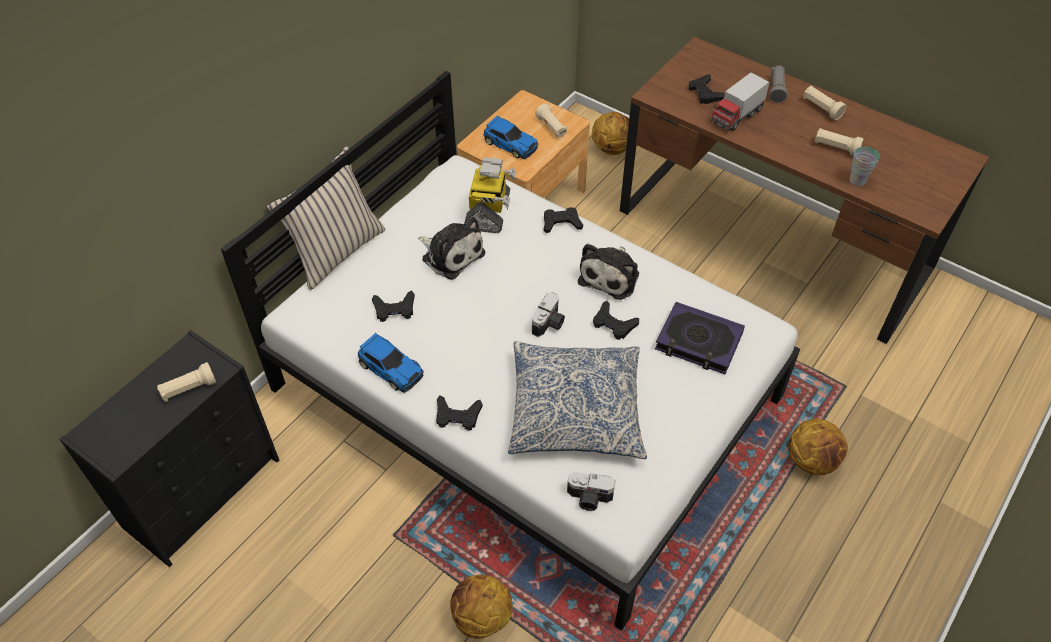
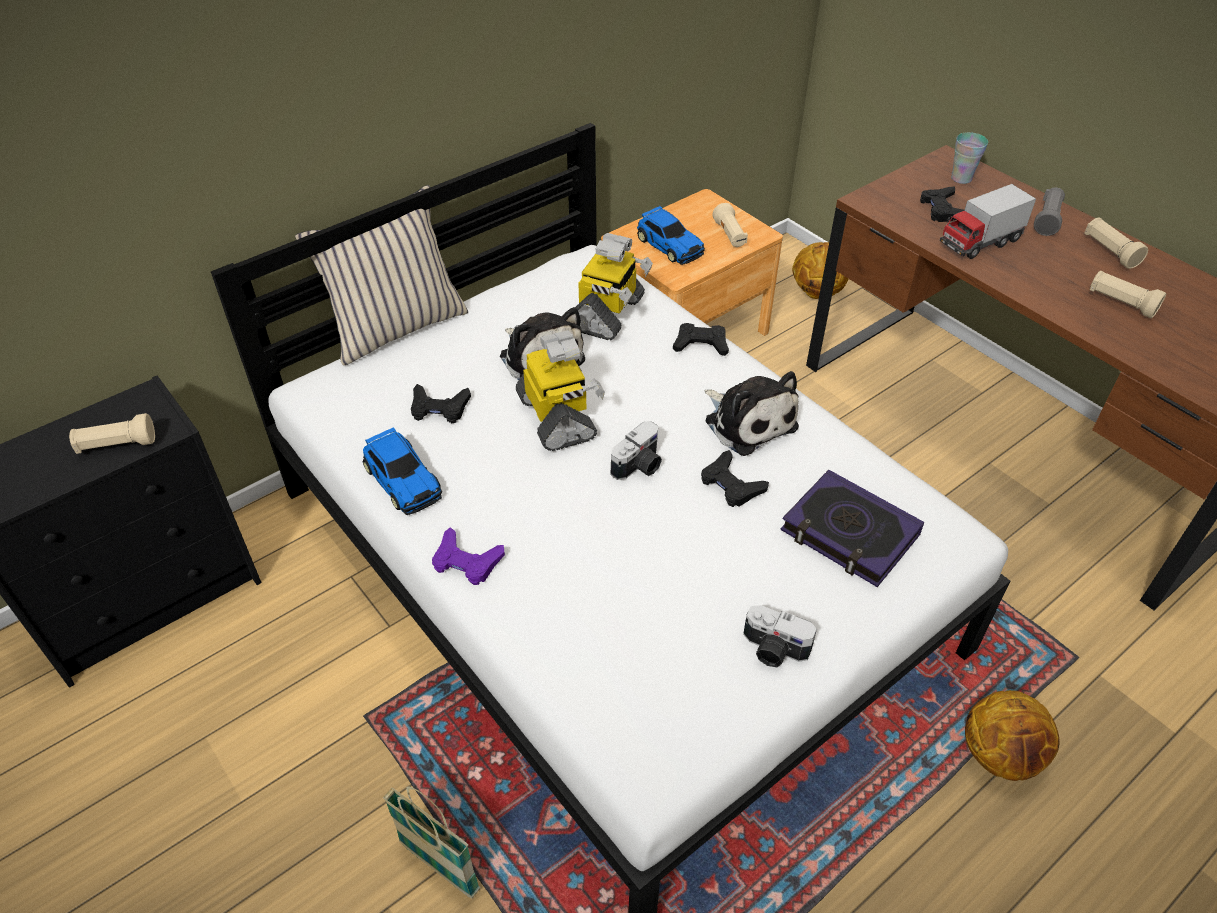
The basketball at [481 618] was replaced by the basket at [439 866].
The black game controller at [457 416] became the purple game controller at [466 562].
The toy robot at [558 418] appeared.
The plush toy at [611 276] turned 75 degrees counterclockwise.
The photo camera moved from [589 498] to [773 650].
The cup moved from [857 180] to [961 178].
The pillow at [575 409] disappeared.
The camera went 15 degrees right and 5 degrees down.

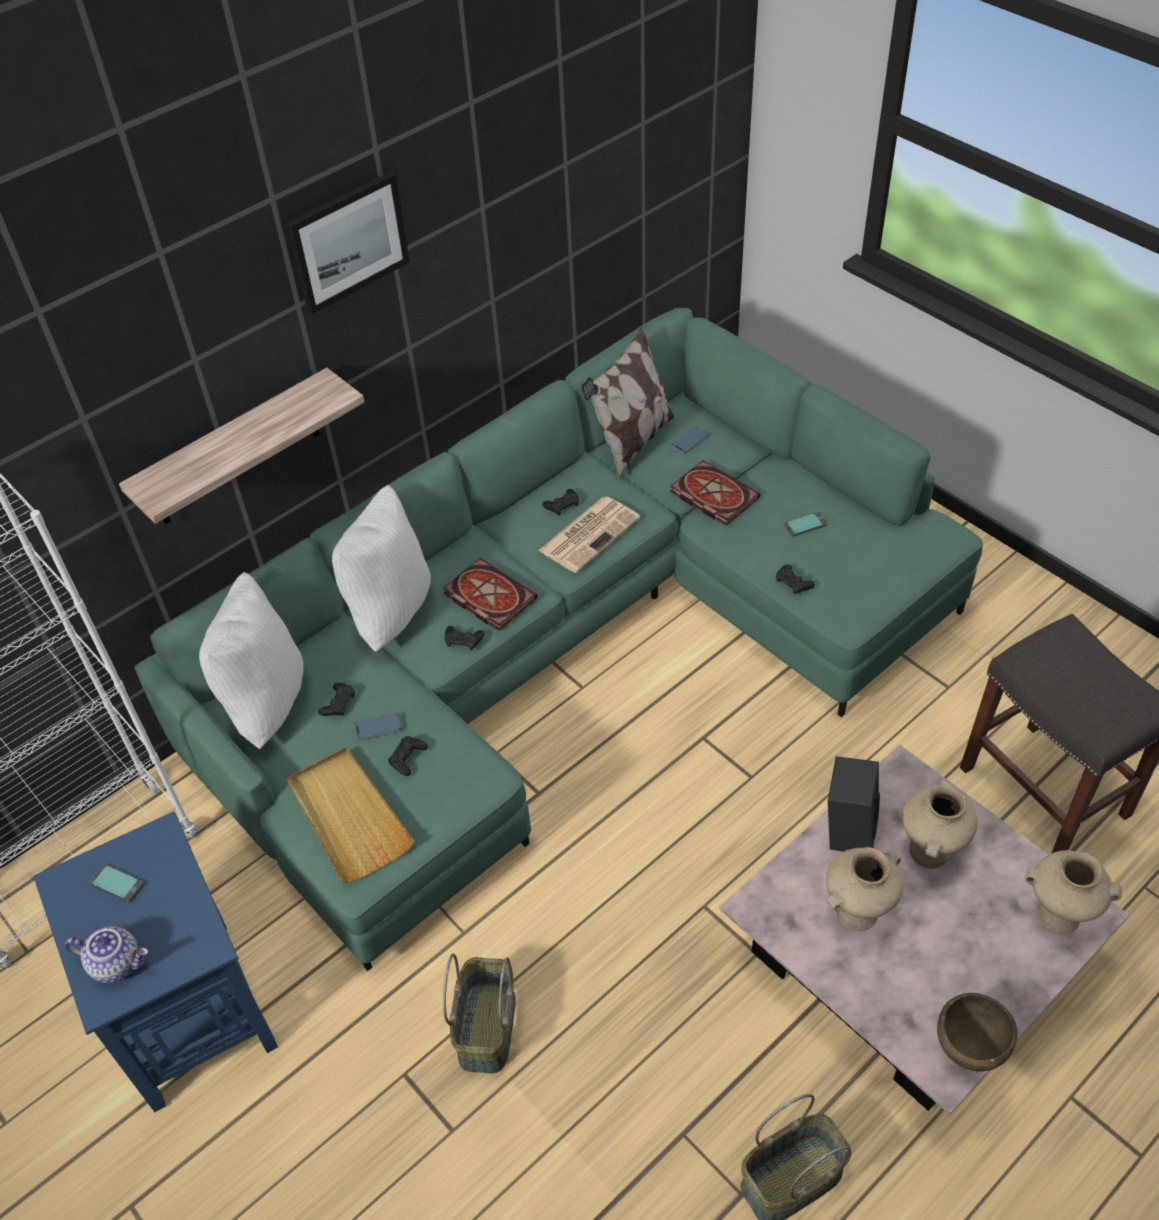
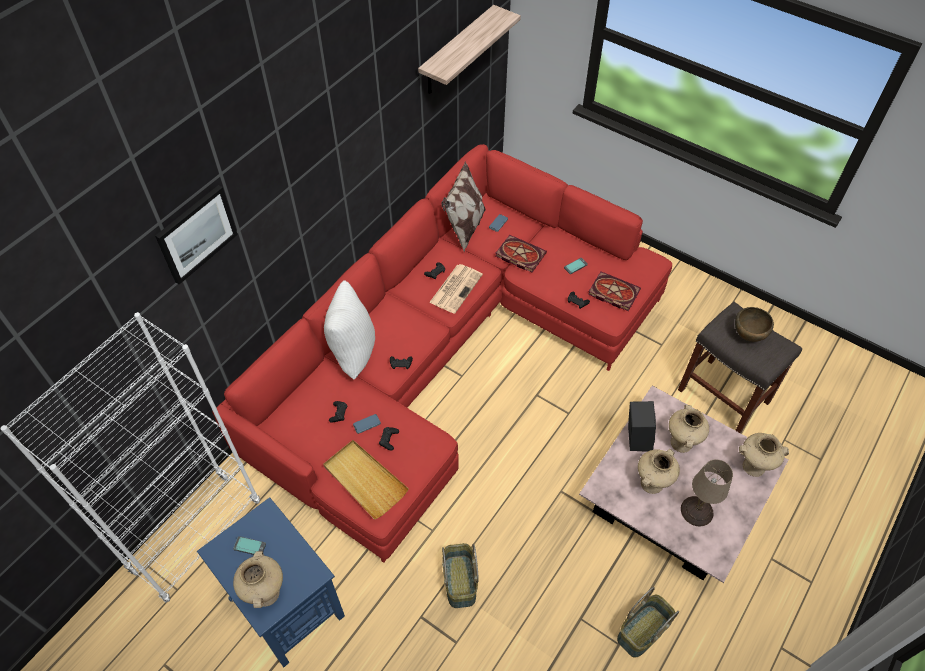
The picture moved from [348 241] to [196 233].
The green sofa at [571 645] became the red sofa at [449 352].
The teapot at [117 963] was replaced by the beige vase at [265 592].
The shelf moved from [235 450] to [457 51].
The book moved from [487 596] to [612 292].
The beige table lamp at [696 510] appeared.
The brown bowl moved from [969 1049] to [748 336].
The white pillow at [265 702] disappeared.
The camera went 15 degrees left and 5 degrees up.

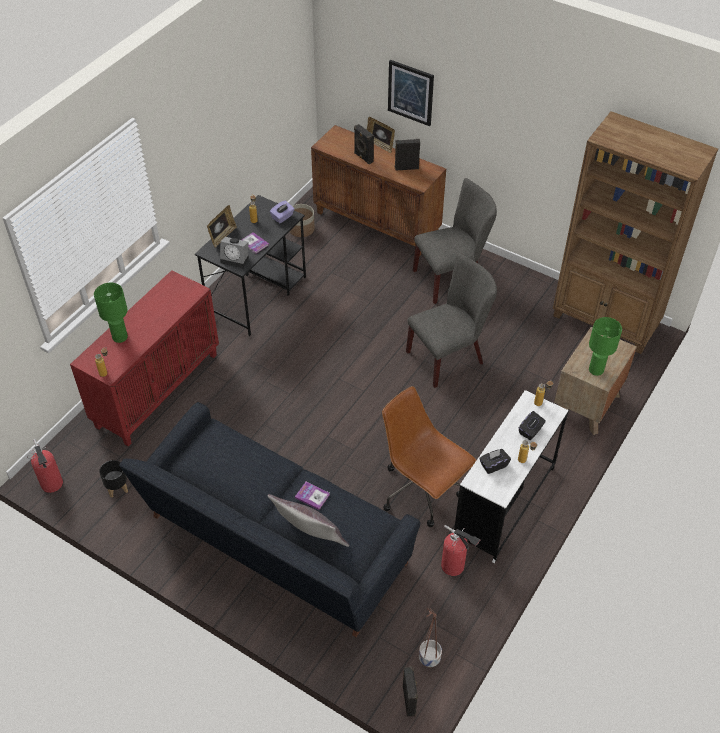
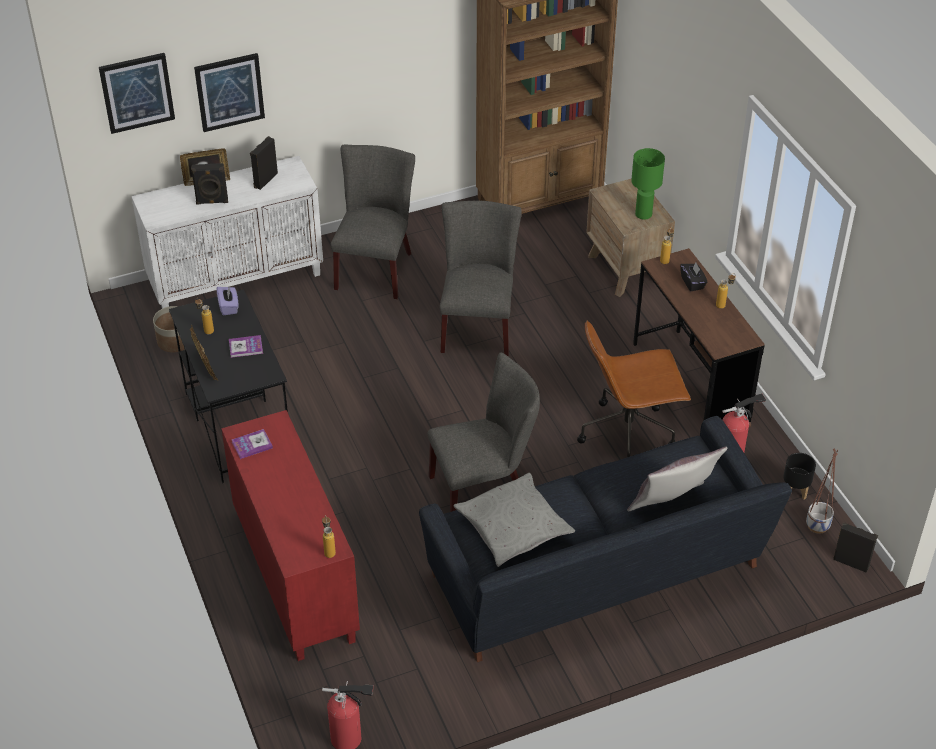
The picture at [137 92] appeared.
The brown cabinet at [377 224] became the white cabinet at [237 279].
The book moved from [312 496] to [252 445].
The grey chair at [485 491] appeared.
The grey pillow at [513 527] appeared.
The white desk at [504 504] became the brown desk at [690 384].
The black planter moved from [117 487] to [794 489].
The green table lamp at [119 337] disappeared.
The alarm clock at [236 259] disappeared.
The black tissue box at [493 465] disappeared.
The camera went 55 degrees left and 5 degrees down.

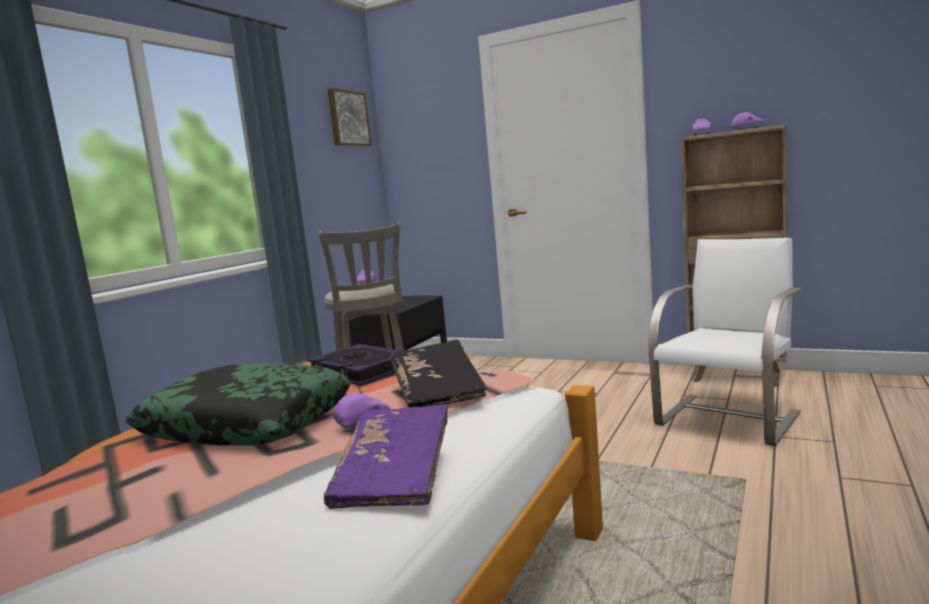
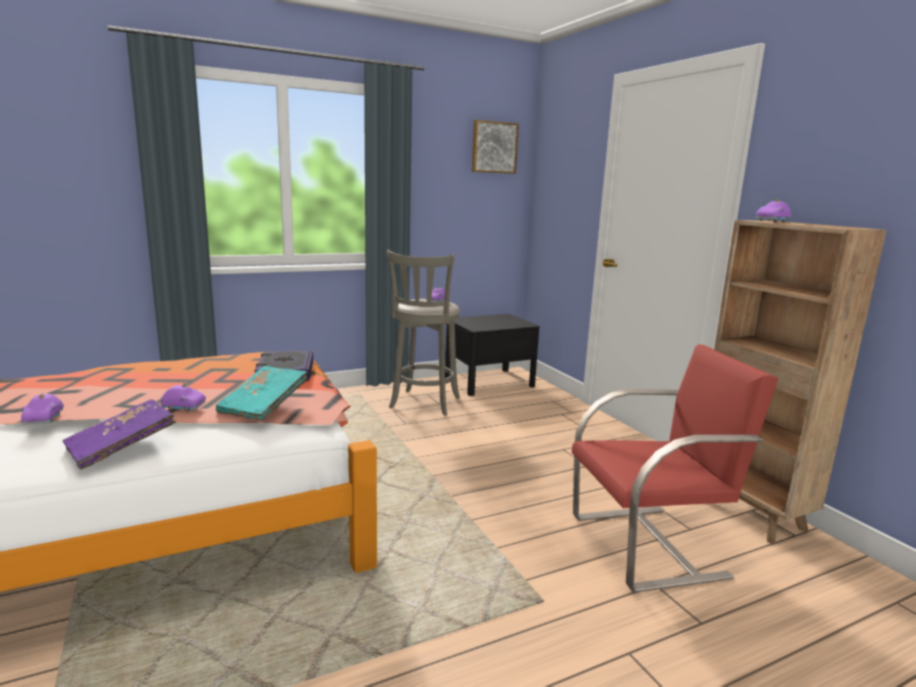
The purple toy car moved from [747 129] to [45 419].
The black book at [438 392] became the turquoise book at [264 405].
The white chair at [729 418] became the red chair at [650 545].
The pillow at [246 423] disappeared.
The camera went 35 degrees right and 5 degrees up.

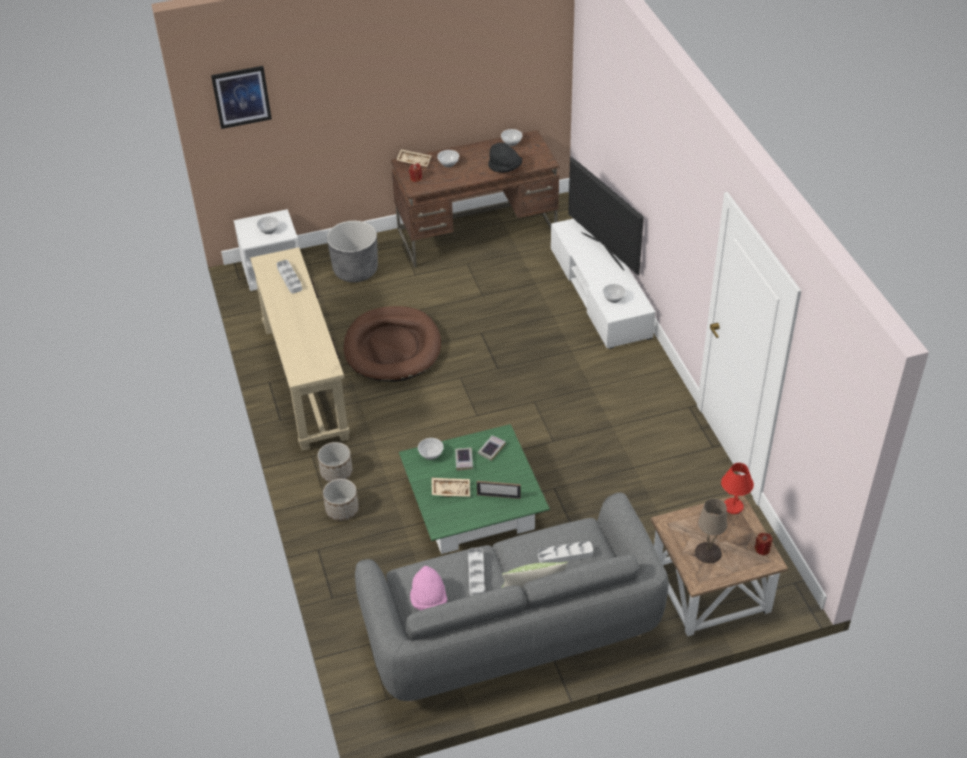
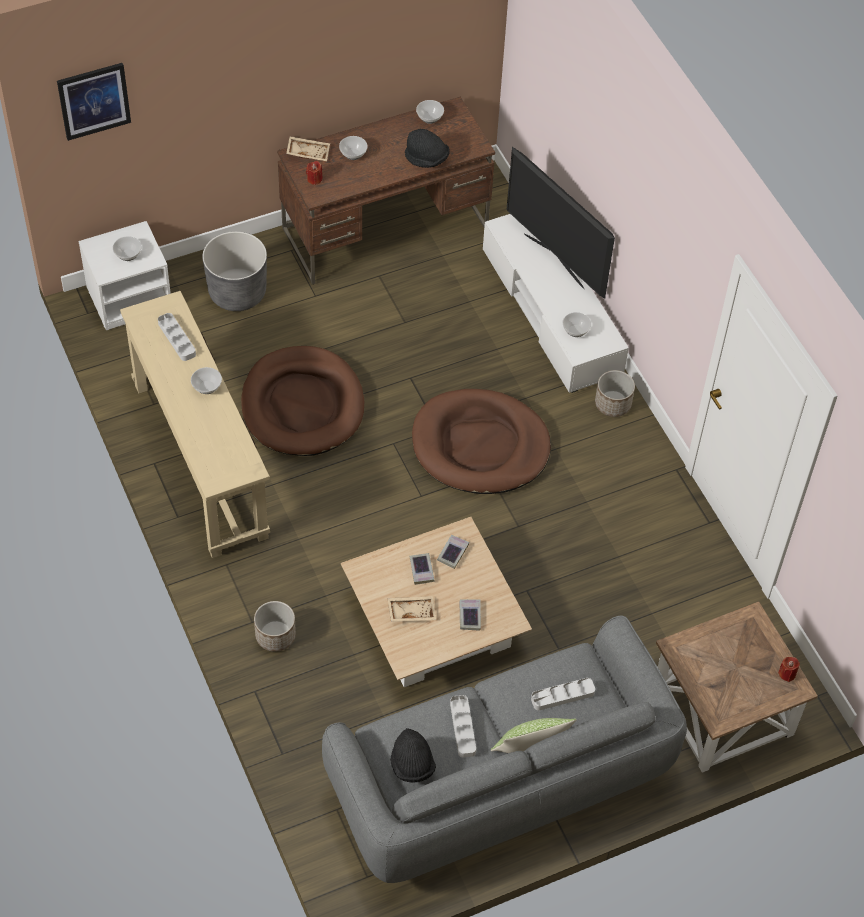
The bowl moved from [430 454] to [206 387].
The green coffee table at [473 506] became the beige coffee table at [433 621].
The pink hat at [428 599] became the black hat at [412 765].
The brown dog bed at [480 446] appeared.
The picture frame at [498 496] was replaced by the book at [469 616].
The planter moved from [336 472] to [613 403].
The beige table lamp at [708 552] disappeared.
The red table lamp at [733 507] disappeared.
The camera went 10 degrees left and 10 degrees up.

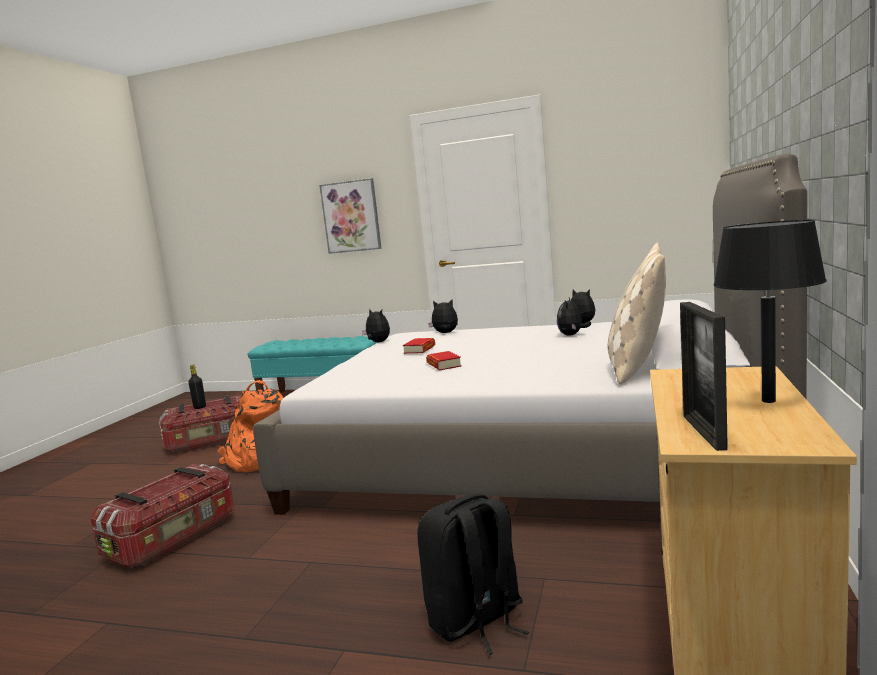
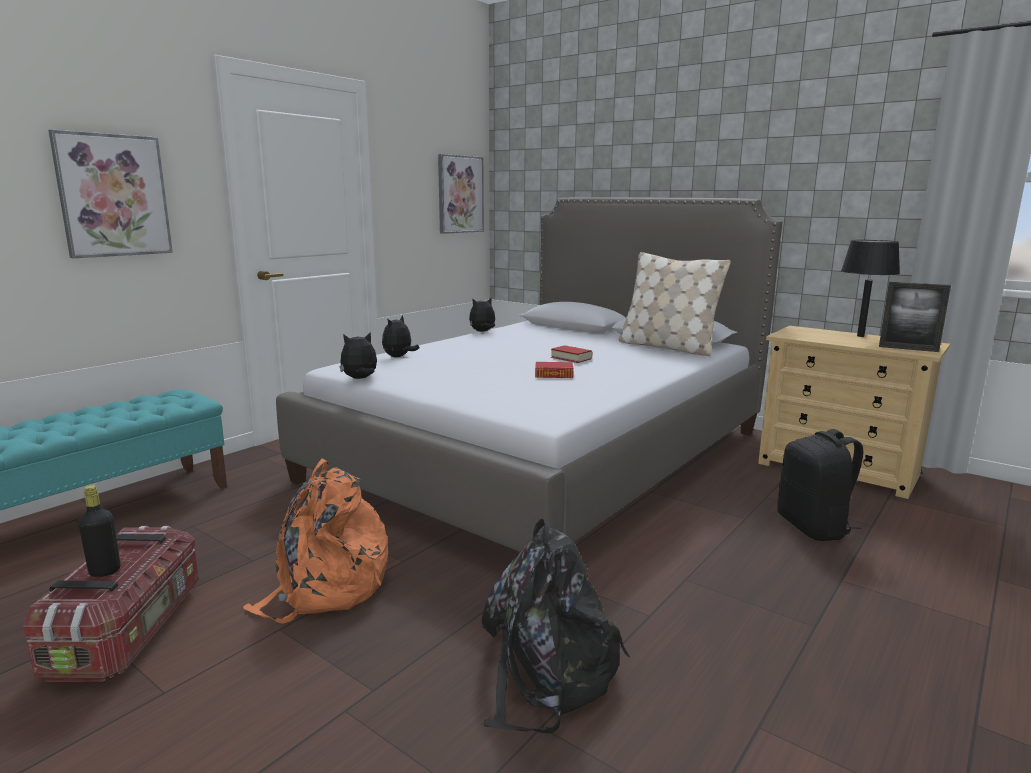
The picture at [460 194] appeared.
The storage box at [174 538] was replaced by the black backpack at [547 673].
The book moved from [419 349] to [571 358].
The plush toy at [572 335] disappeared.
The camera went 70 degrees left and 5 degrees up.

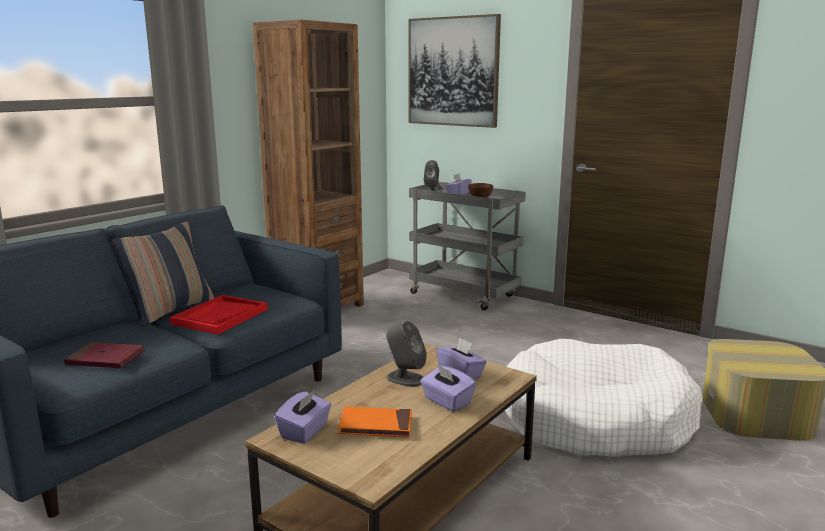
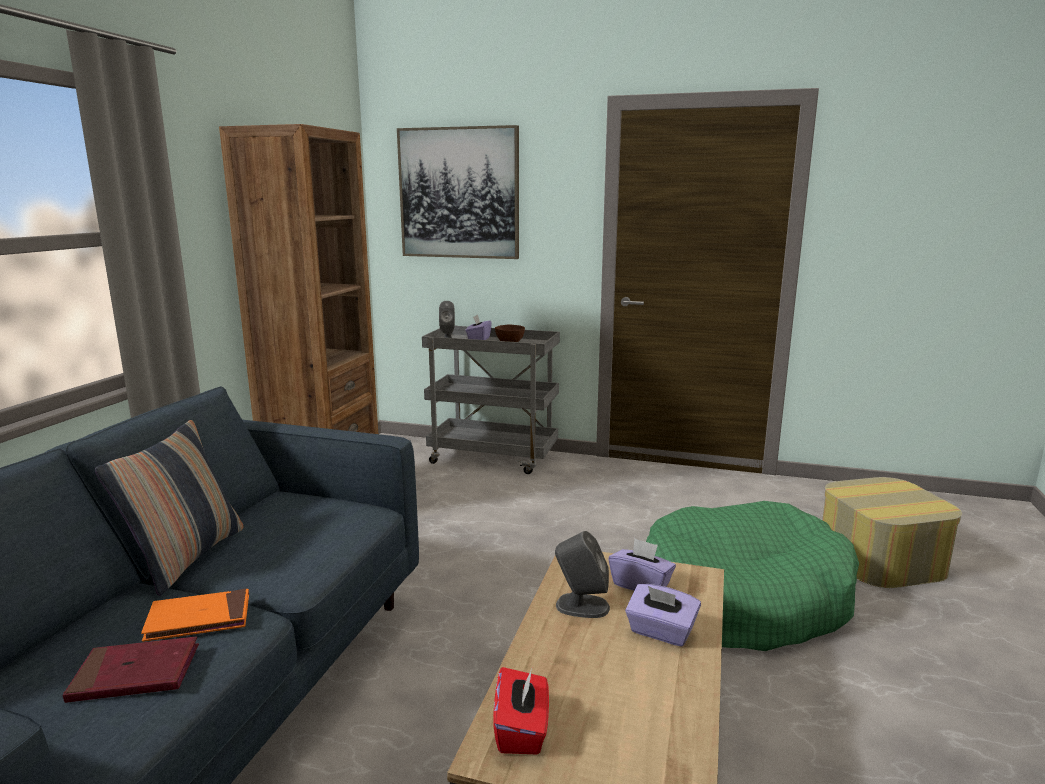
The orange book moved from [376 426] to [199 619].
The purple tissue box at [305 431] became the red tissue box at [522 730].
The white dog bed at [594 420] became the green dog bed at [741 598].
The red tray at [220 317] disappeared.
The camera went 20 degrees left and 0 degrees up.

